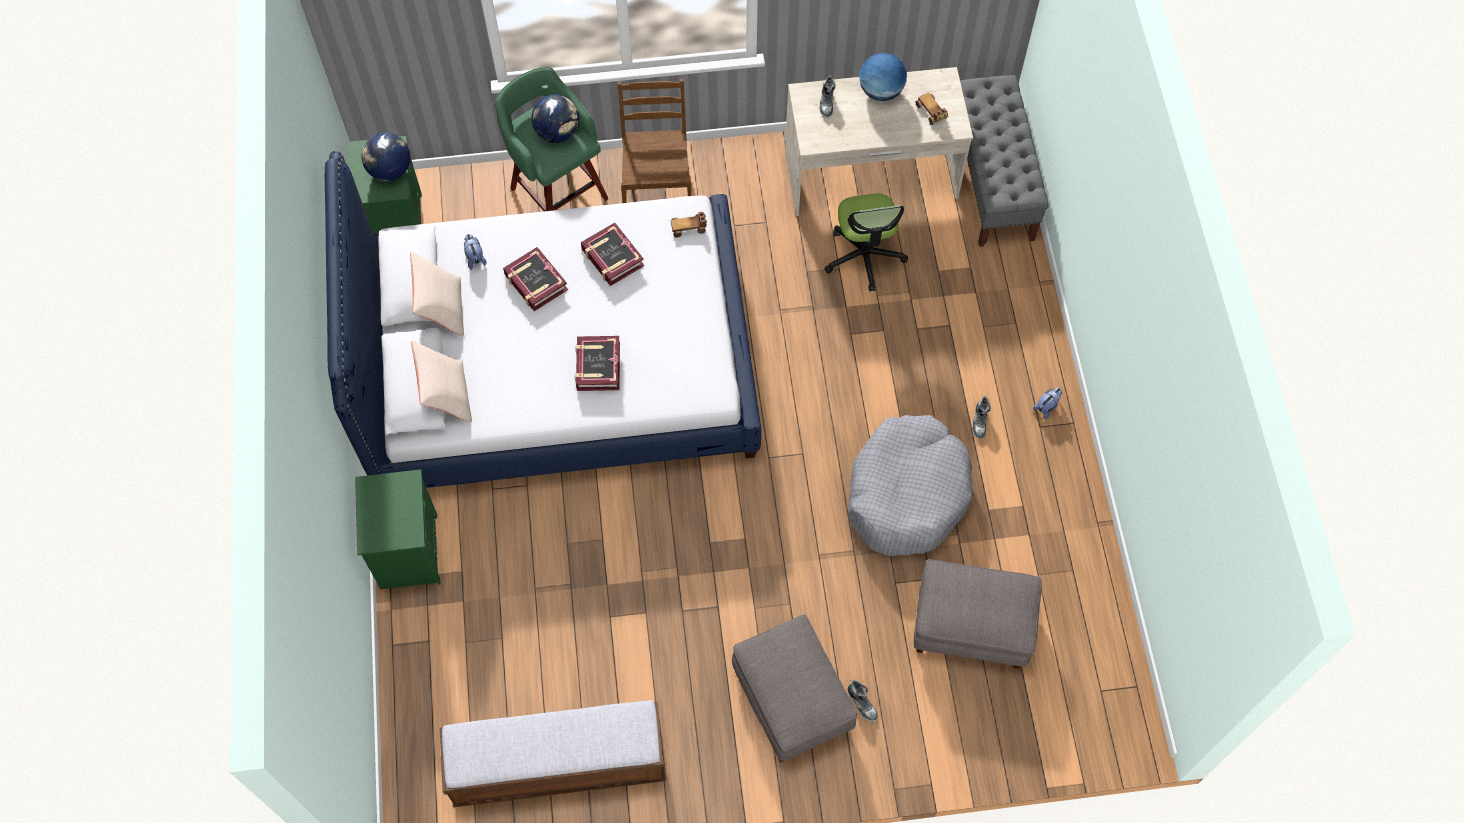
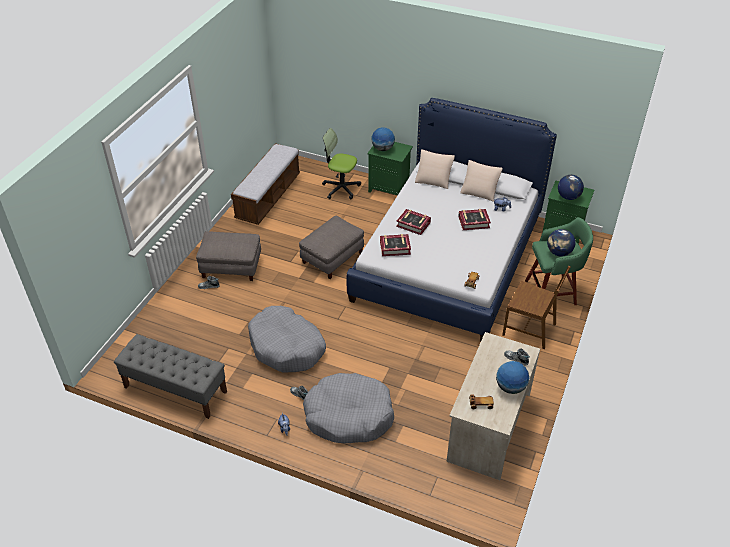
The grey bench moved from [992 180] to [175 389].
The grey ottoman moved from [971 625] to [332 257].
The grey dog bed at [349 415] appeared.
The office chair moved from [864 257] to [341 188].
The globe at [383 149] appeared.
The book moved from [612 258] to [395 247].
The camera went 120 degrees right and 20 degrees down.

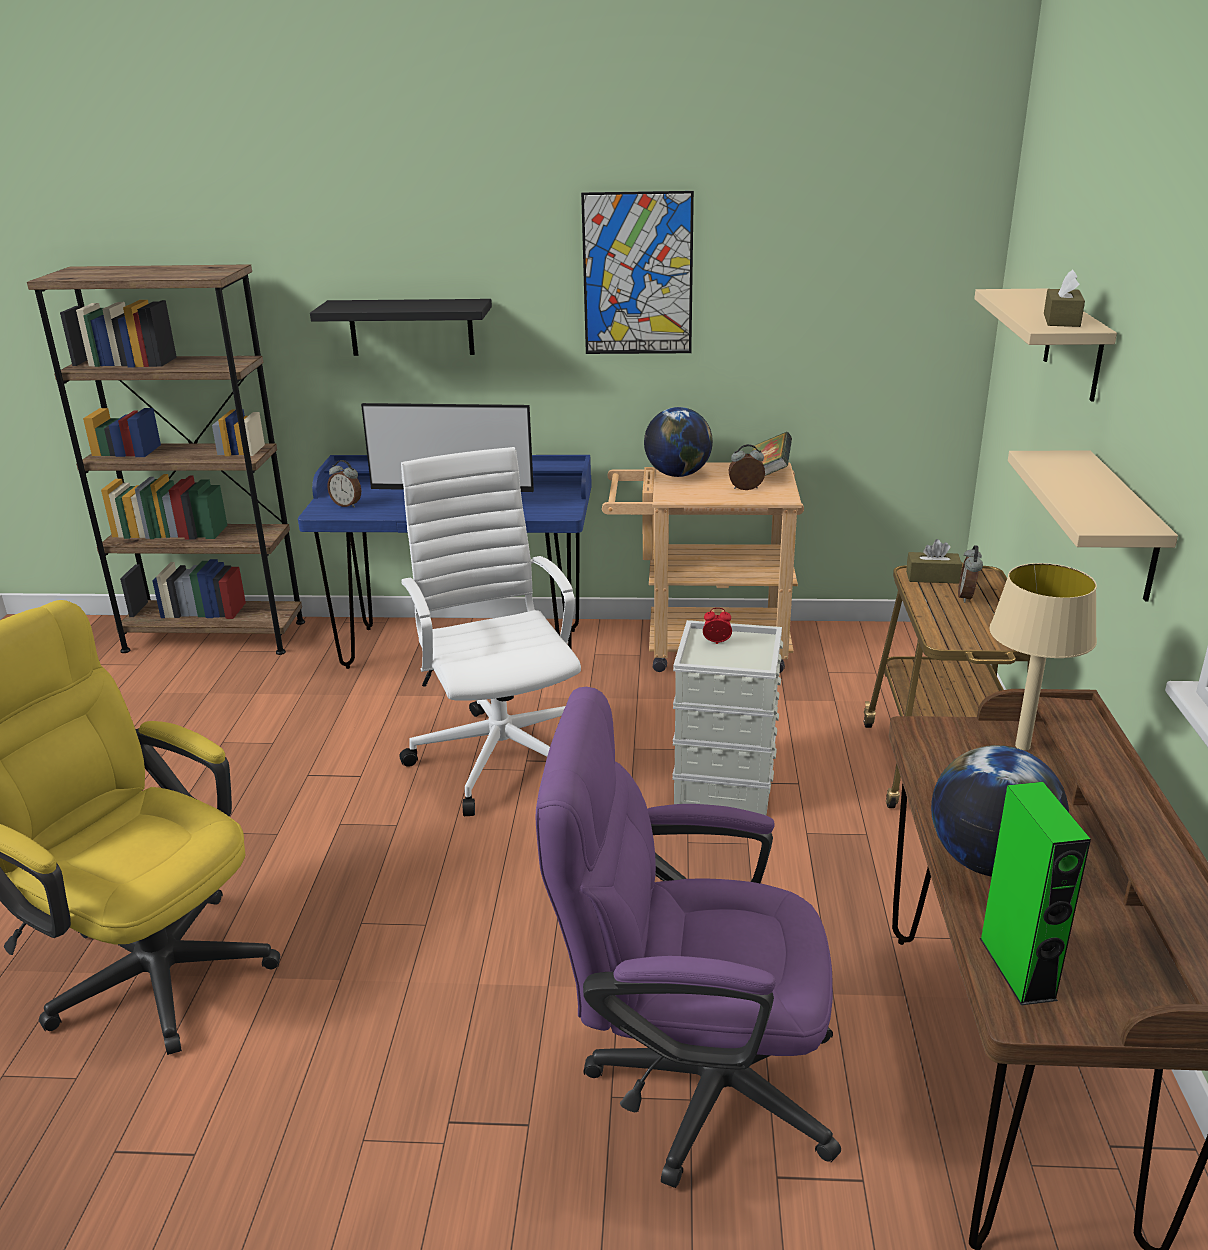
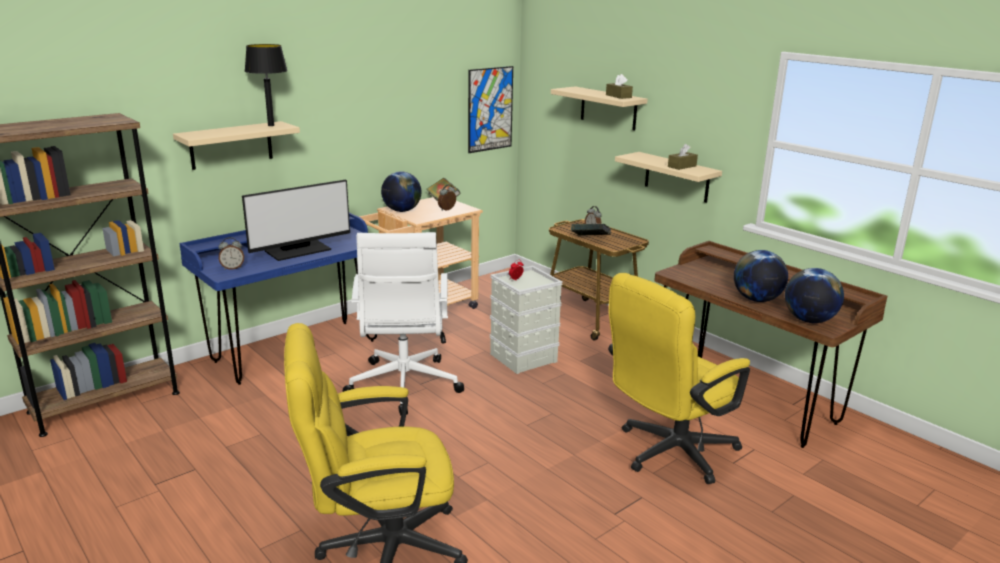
The black shelf at [411 327] became the beige shelf at [231 145].
The black table lamp at [271 125] appeared.
The white office chair at [501 755] turned 120 degrees counterclockwise.
The picture moved from [637 274] to [490 109].
The book at [590 240] appeared.
The purple office chair at [690 1080] became the yellow office chair at [668 453].
The brown tissue box moved from [932 577] to [682 166].
The green speaker at [1017 968] was replaced by the globe at [809 320].
The beige table lamp at [1022 746] disappeared.
The camera went 45 degrees left and 5 degrees down.

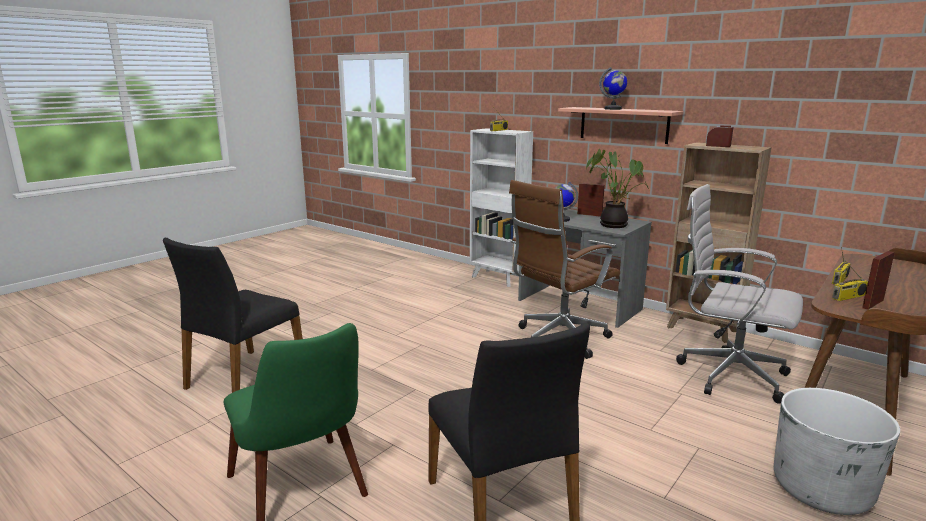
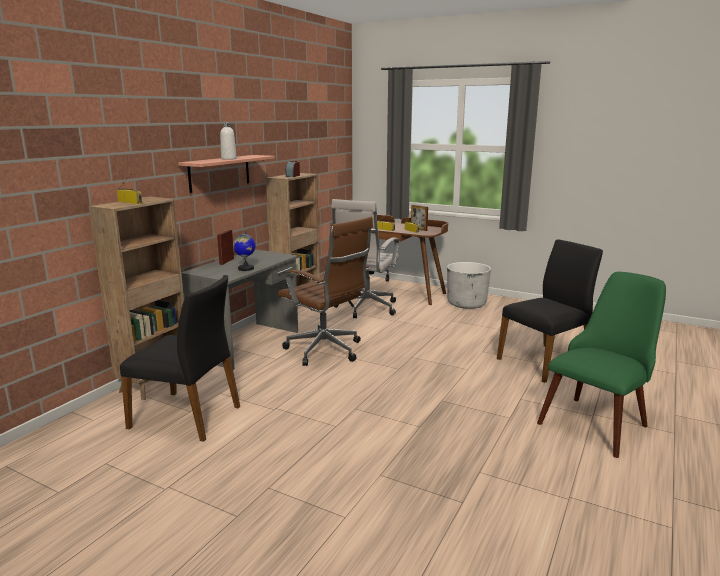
The white bookcase at [498 278] became the brown bookcase at [156 383].
The black chair moved from [244 378] to [187 416].
The globe at [613 109] was replaced by the white bottle at [228 159].
The potted plant at [614 224] disappeared.
The camera went 100 degrees left and 0 degrees up.

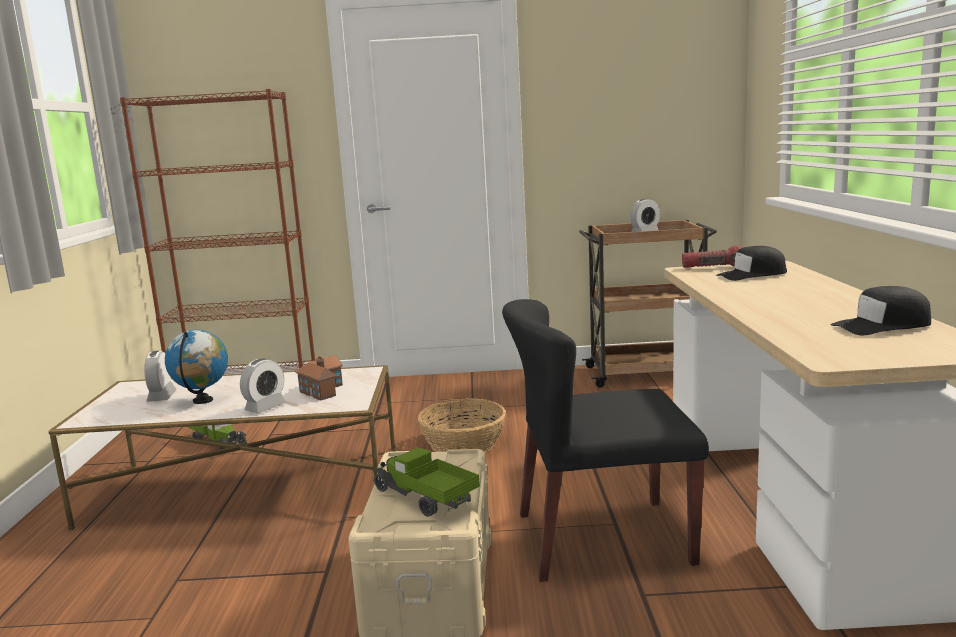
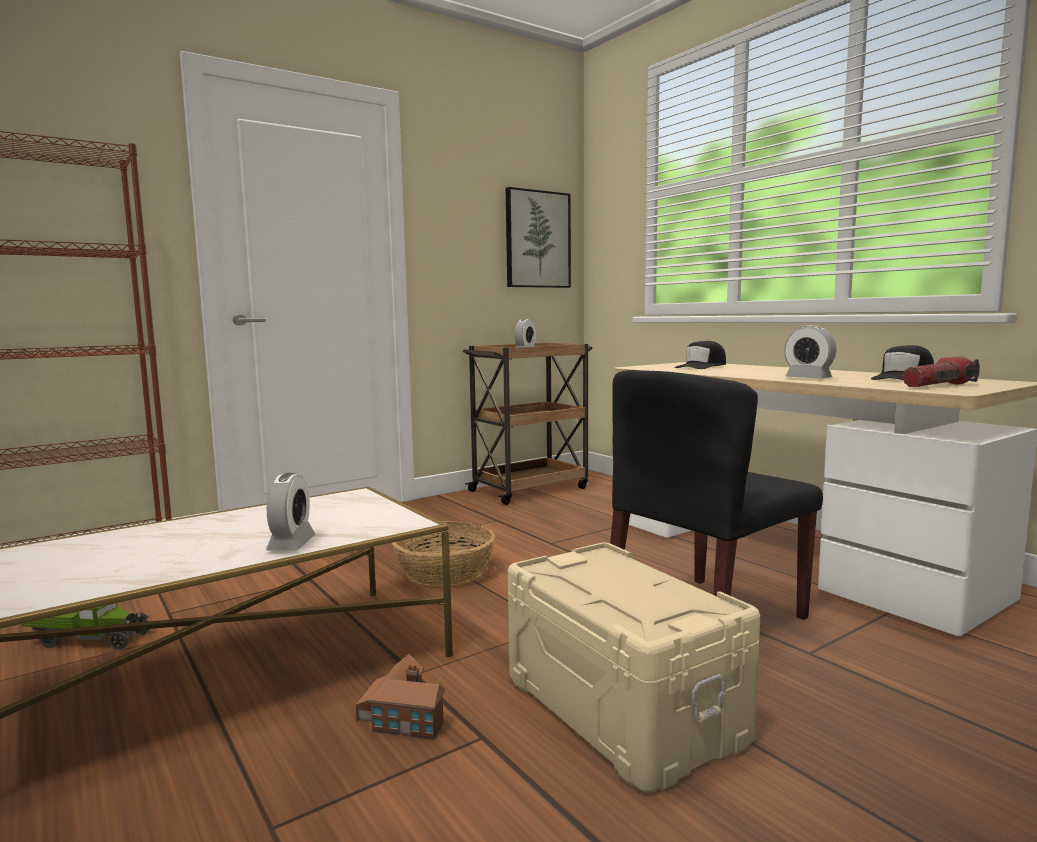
The toy house moved from [322 389] to [403 716].
The picture at [537 239] appeared.
The alarm clock moved from [161 396] to [808 378].
The flashlight moved from [715 267] to [939 386].
The globe at [203 401] disappeared.
The toy truck at [424 499] disappeared.
The camera went 35 degrees left and 5 degrees down.

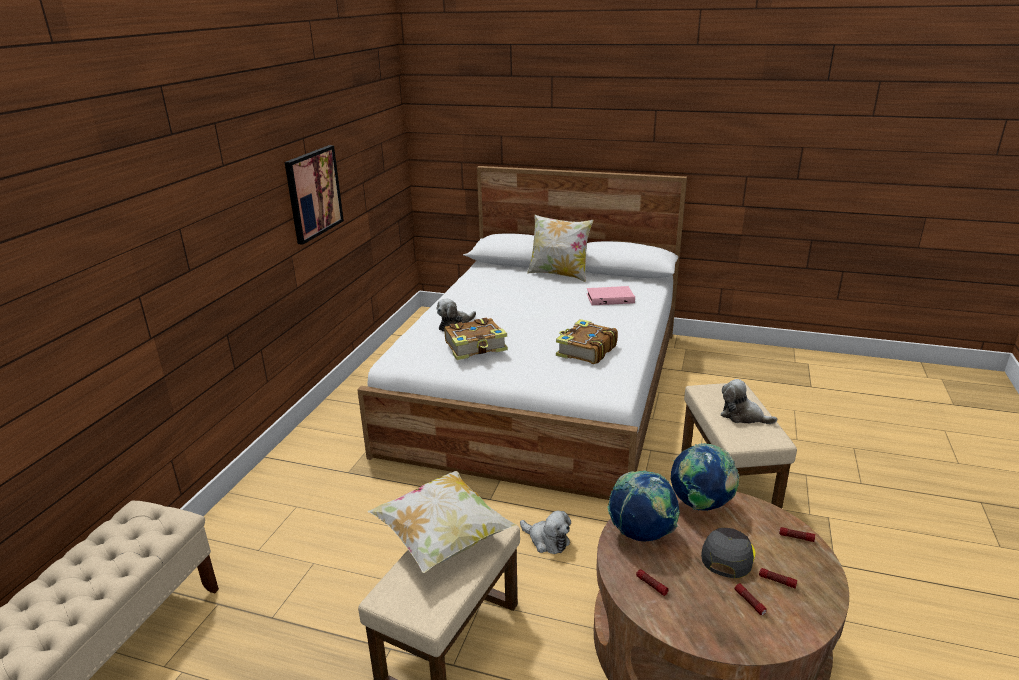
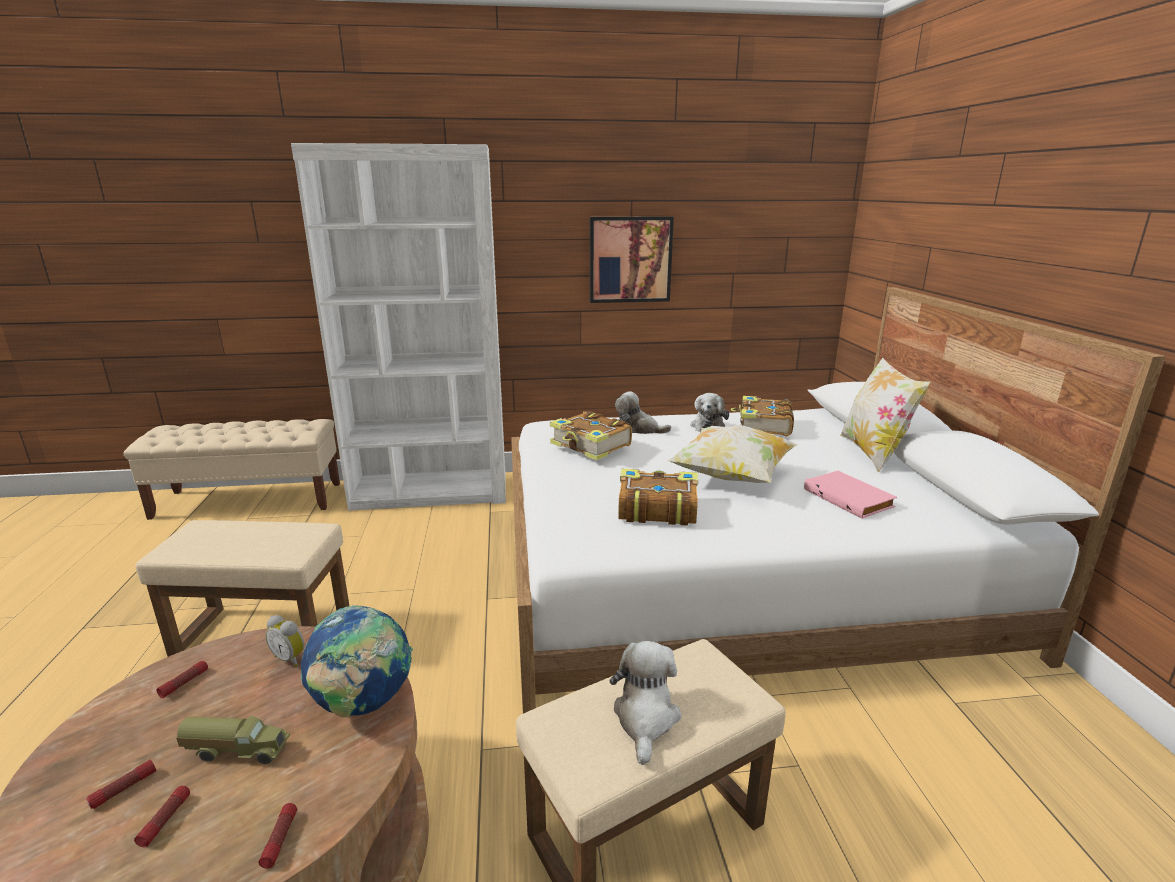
The grey cap at [727 555] was replaced by the toy truck at [238 750].
The globe at [642 534] was replaced by the alarm clock at [291 658].
The white bookcase at [431 492] appeared.
The pillow moved from [442 539] to [731 476].
The plush toy moved from [547 540] to [708 426].
The book at [763 426] appeared.
The camera went 65 degrees right and 5 degrees down.

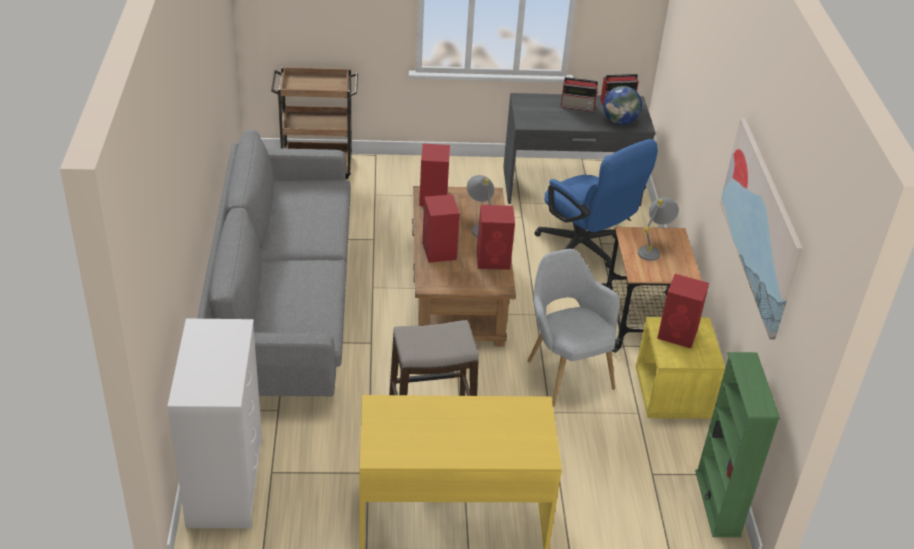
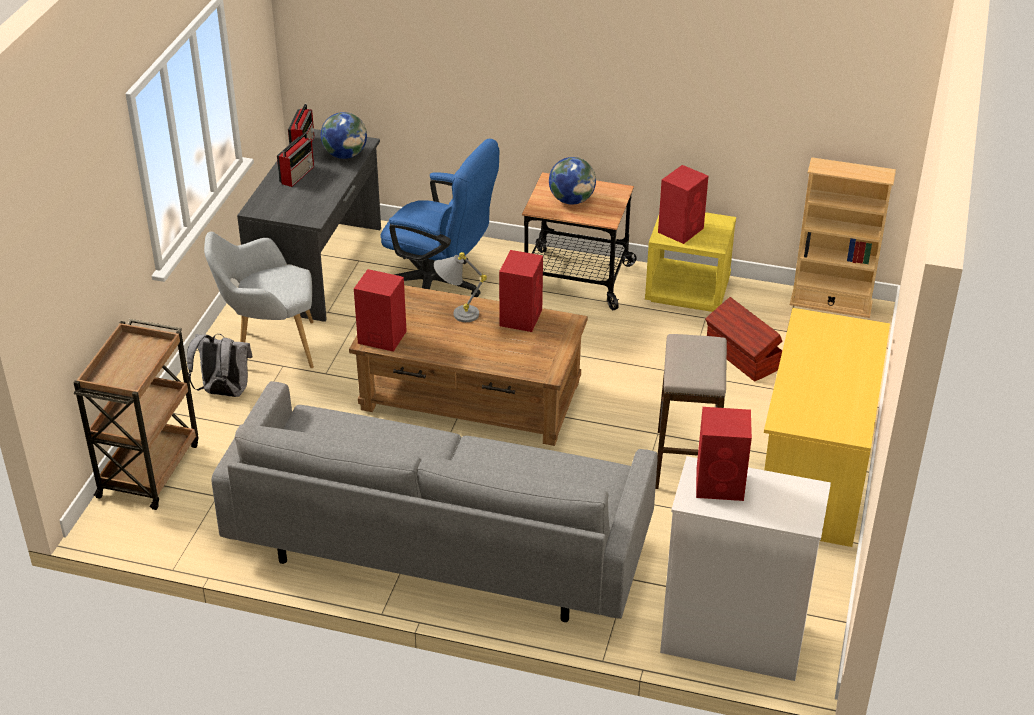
The grey backpack at [224 392] appeared.
The grey armchair moved from [565 371] to [269 347].
The blue office chair at [585 249] turned 45 degrees clockwise.
The grey table lamp at [653 250] was replaced by the globe at [571 200].
The red speaker moved from [439 252] to [721 485].
The brown storage box at [742 357] appeared.
The green bookcase at [717 503] became the beige bookcase at [831 303].
The picture at [759 224] disappeared.
The camera went 70 degrees left and 0 degrees up.

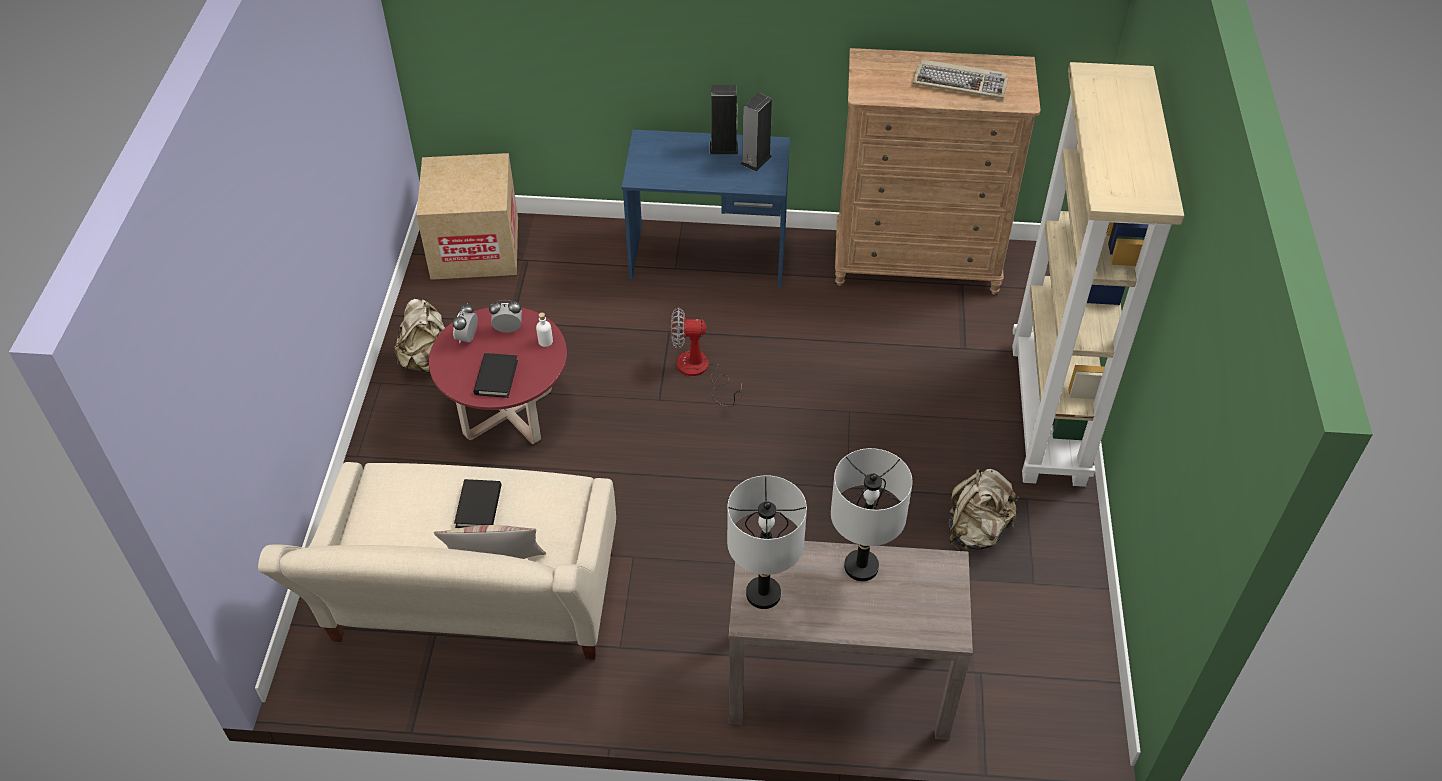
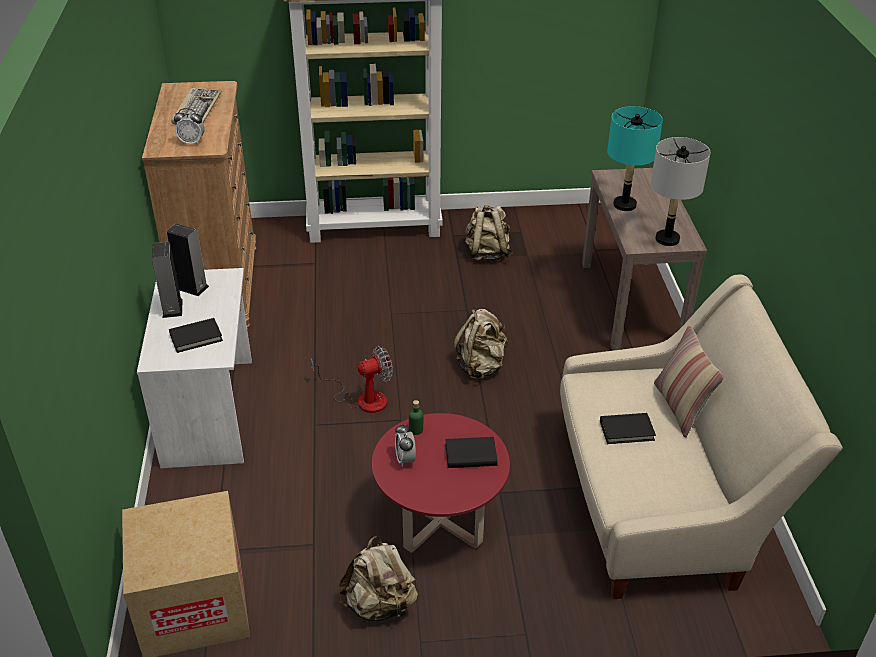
The blue desk at [708 257] became the white desk at [210 411].
The black book at [196 337] appeared.
The alarm clock moved from [467 338] to [192 142].
The fan at [700 371] turned 105 degrees counterclockwise.
The white bottle at [545 341] became the green bottle at [416 430].
The beige backpack at [481 366] appeared.
The grey table lamp at [861 567] became the turquoise table lamp at [624 205].
The camera went 100 degrees left and 10 degrees down.

